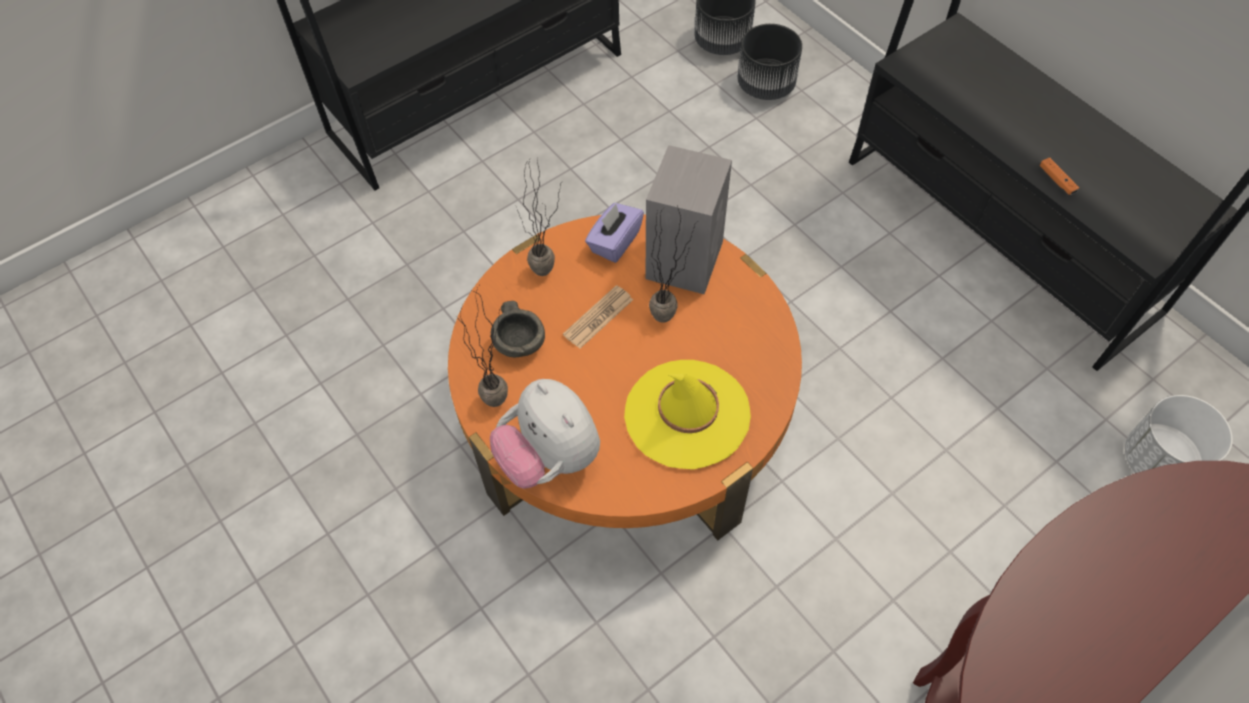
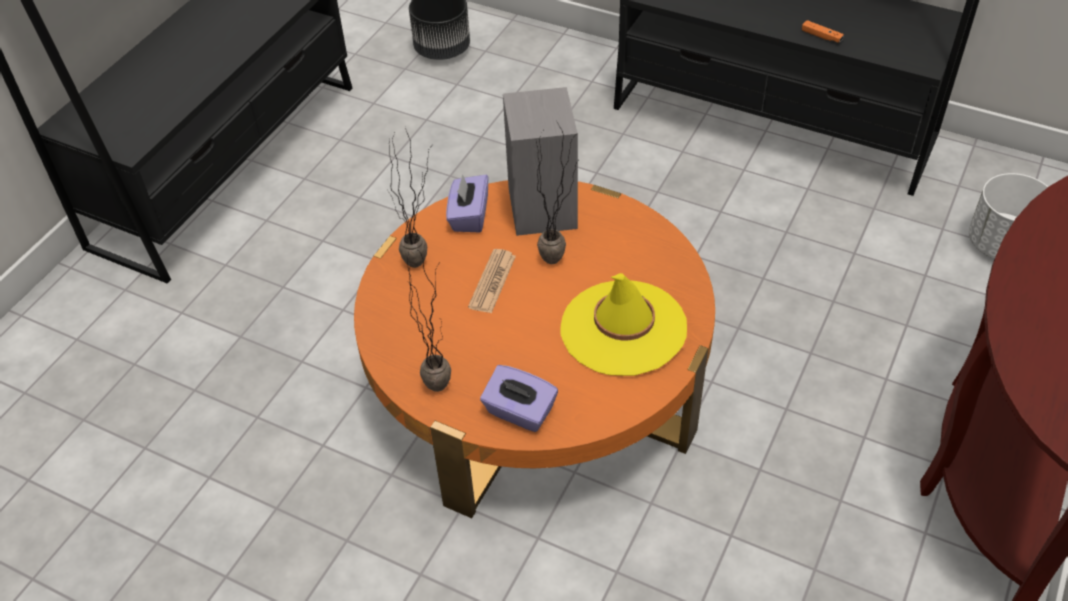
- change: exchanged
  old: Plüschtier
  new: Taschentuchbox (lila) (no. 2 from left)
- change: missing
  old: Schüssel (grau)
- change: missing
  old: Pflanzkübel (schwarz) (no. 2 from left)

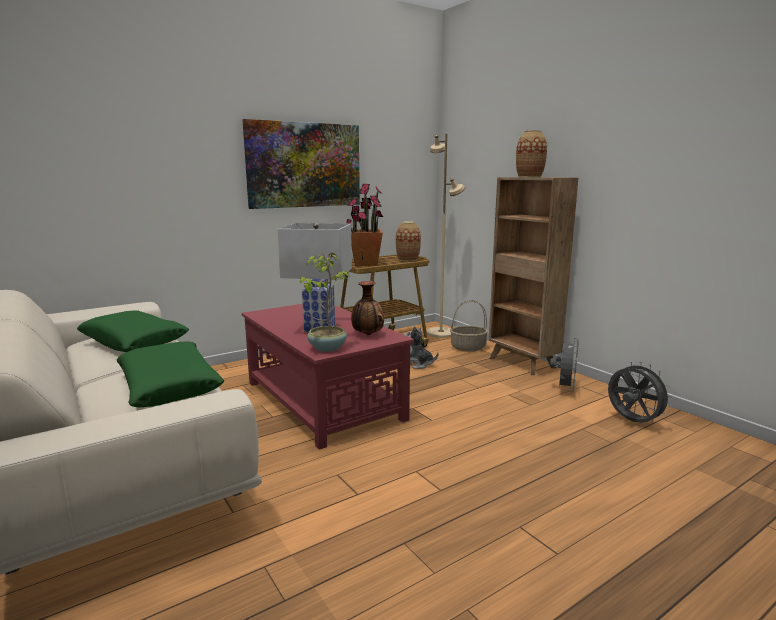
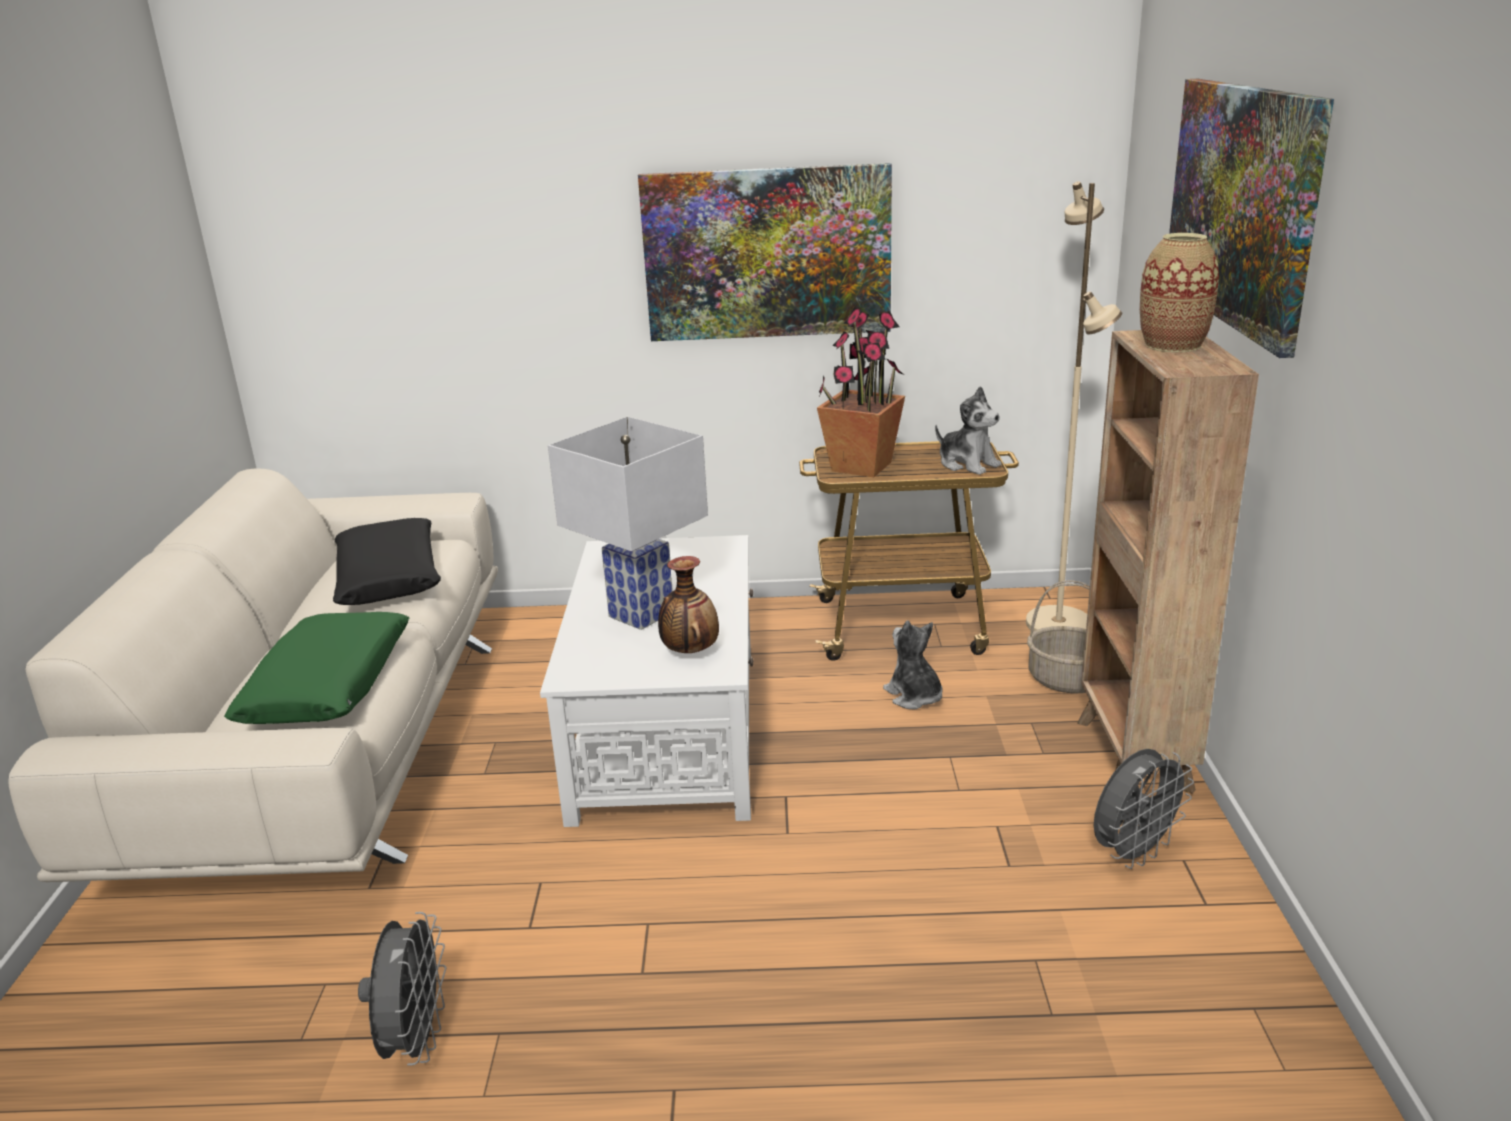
- change: colour
  old: Kissen (grün) (no. 1 from left)
  new: Kissen (schwarz)
- change: colour
  old: Couchtisch (rot)
  new: Couchtisch (weiß)
- change: missing
  old: Topfpflanze (no. 1 from left)
- change: exchanged
  old: Vase (no. 2 from left)
  new: Plüschtier (no. 2 from left)
- change: relocated
  old: Ventilator (grau) (no. 2 from left in the first image)
  new: Ventilator (grau) (no. 1 from left)
- change: appeared
  new: Bild (no. 2 from left)

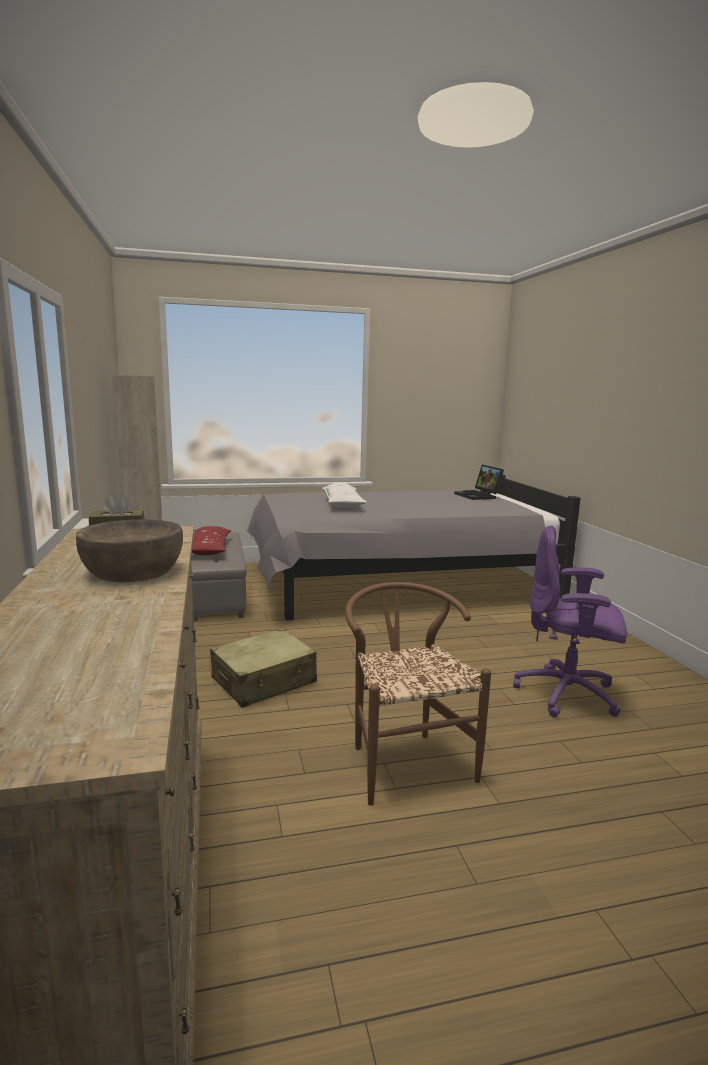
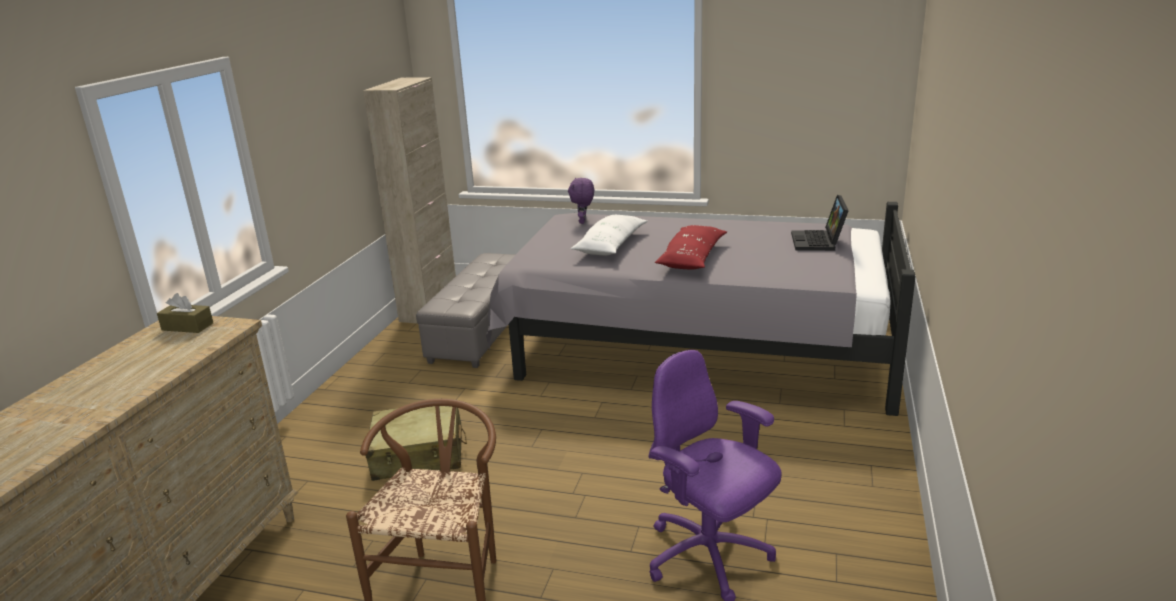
- change: missing
  old: Schüssel (braun)
- change: relocated
  old: Kissen (rot)
- change: appeared
  new: Plüschtier (lila)

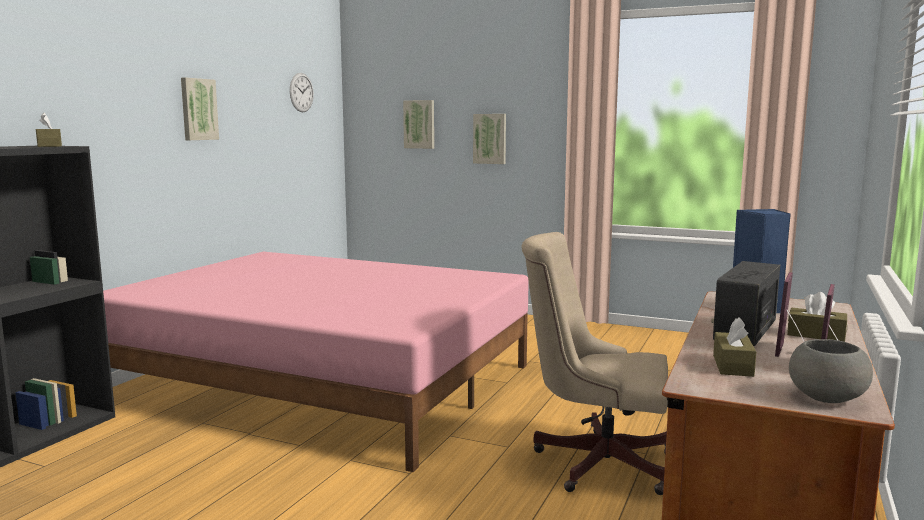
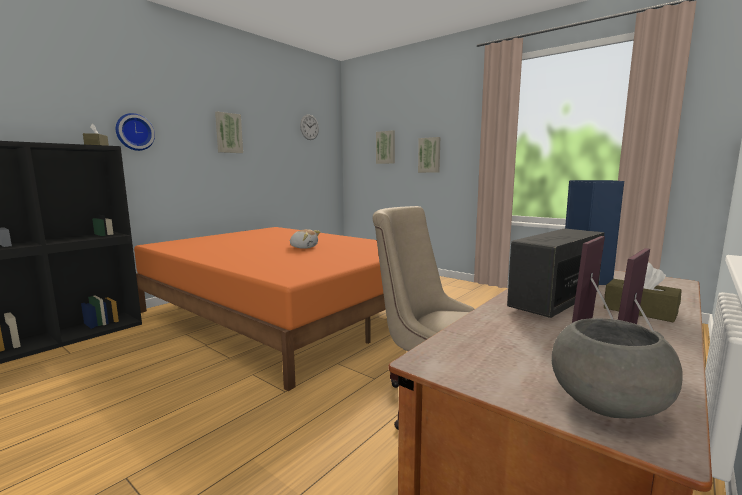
- change: colour
  old: Bett (rosa)
  new: Bett (orange)
- change: missing
  old: Taschentuchbox (braun) (no. 2 from left)
- change: appeared
  new: Wanduhr (no. 1 from left)
- change: appeared
  new: Plüschtier

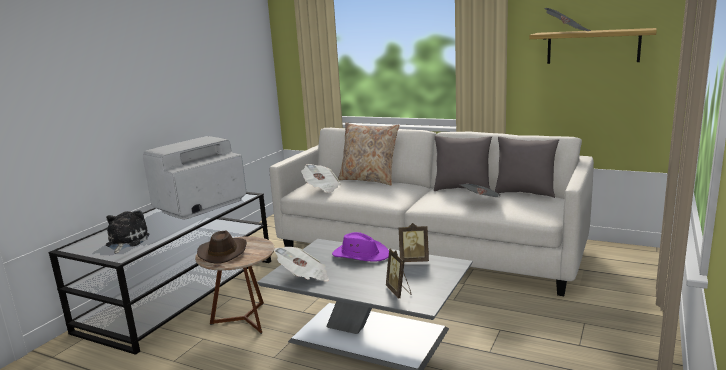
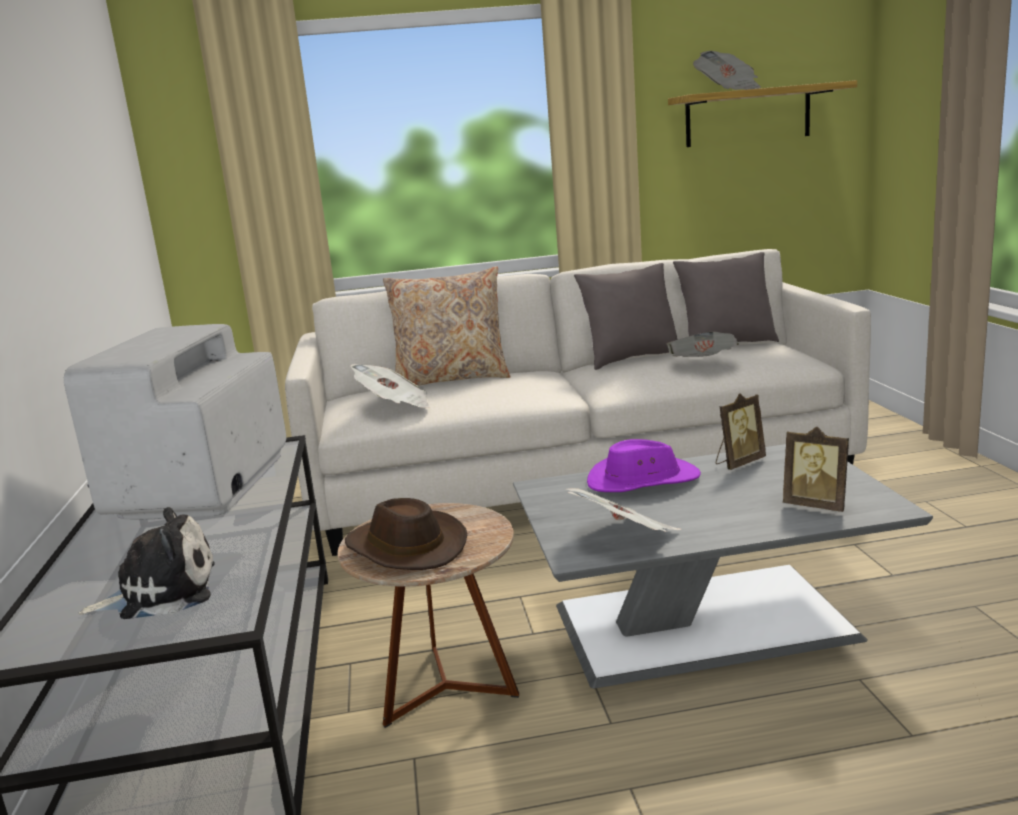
- change: spun
  old: Plüschtier
  degrees: 105

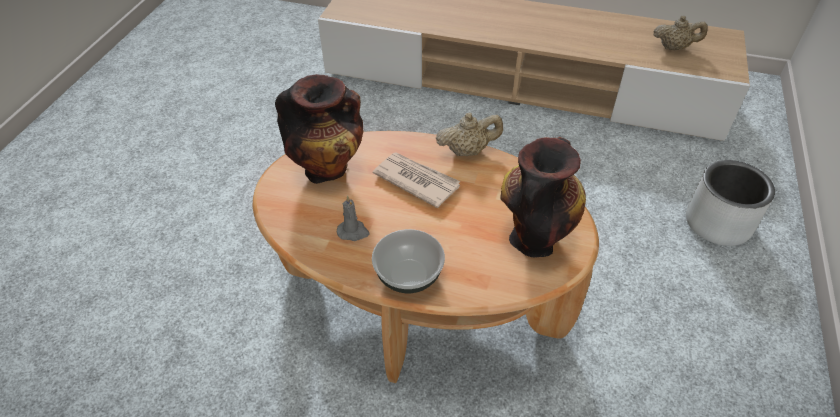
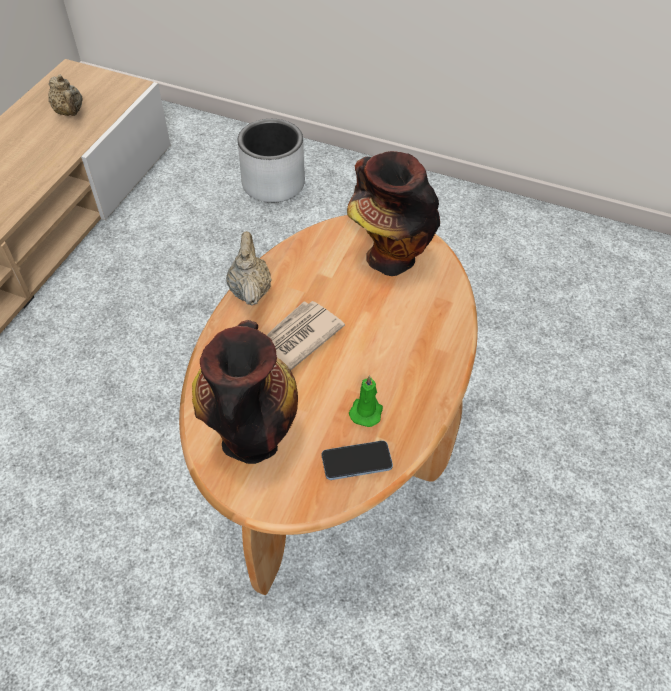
- change: colour
  old: Kerze (grau)
  new: Kerze (grün)
- change: missing
  old: Schüssel
- change: spun
  old: Teekanne (beige) (no. 2 from left in the first image)
  degrees: 135
- change: appeared
  new: Handy

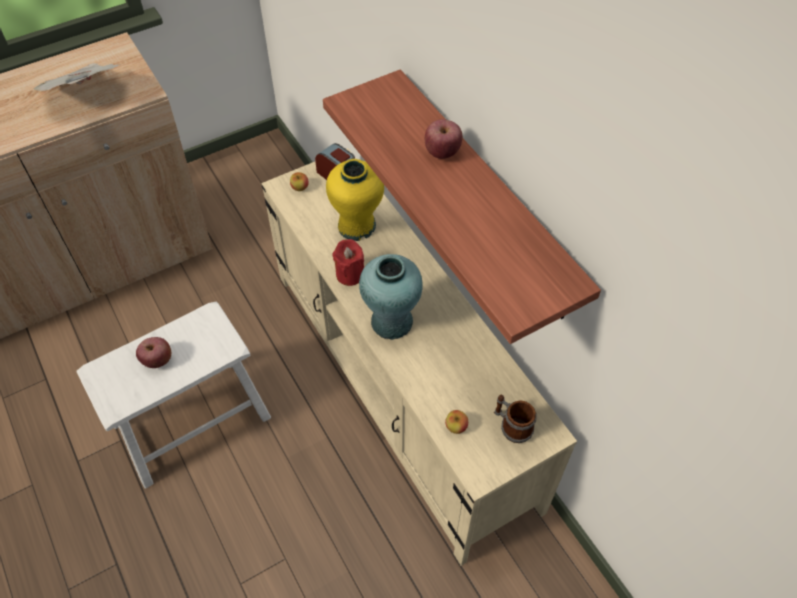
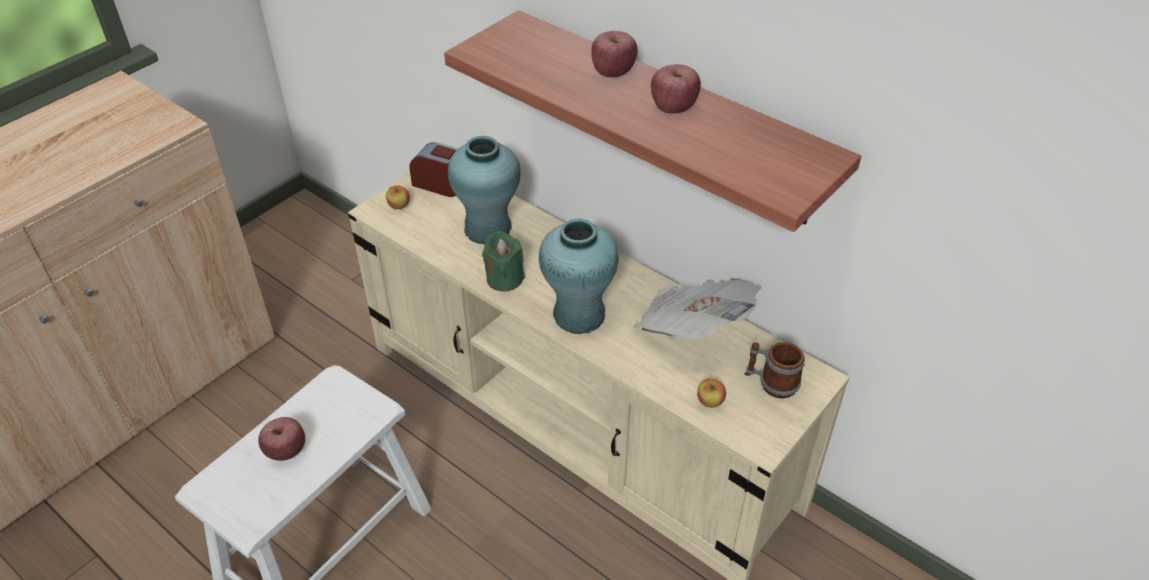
- change: relocated
  old: Zeitung
- change: colour
  old: Vase (gelb)
  new: Vase (türkis) (no. 1 from left)
- change: colour
  old: Kerze (rot)
  new: Kerze (grün)
- change: appeared
  new: Apfel (no. 4 from left)

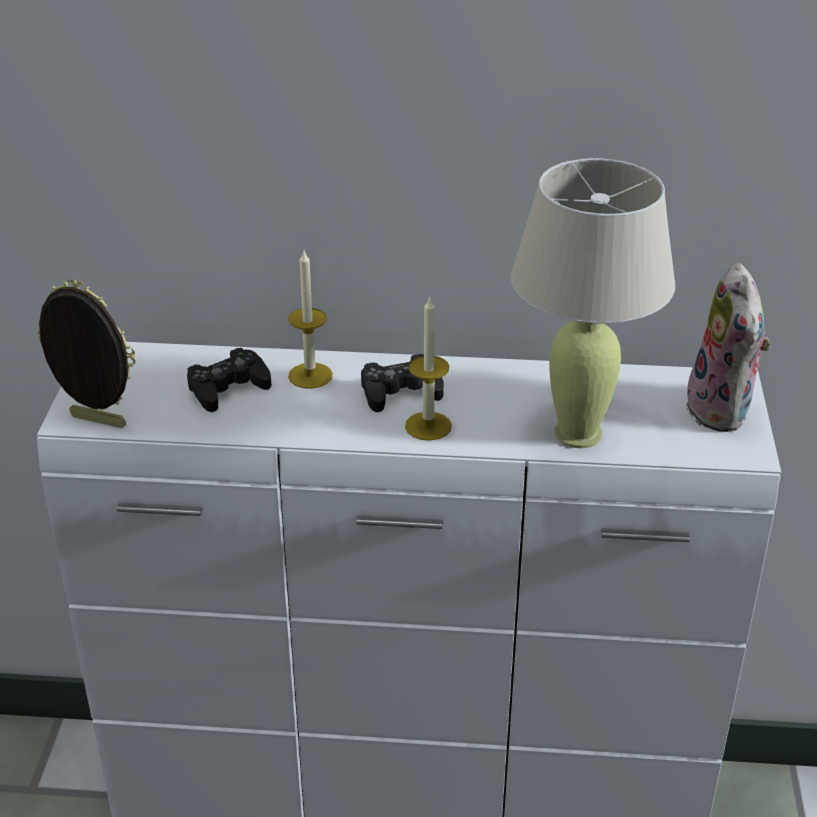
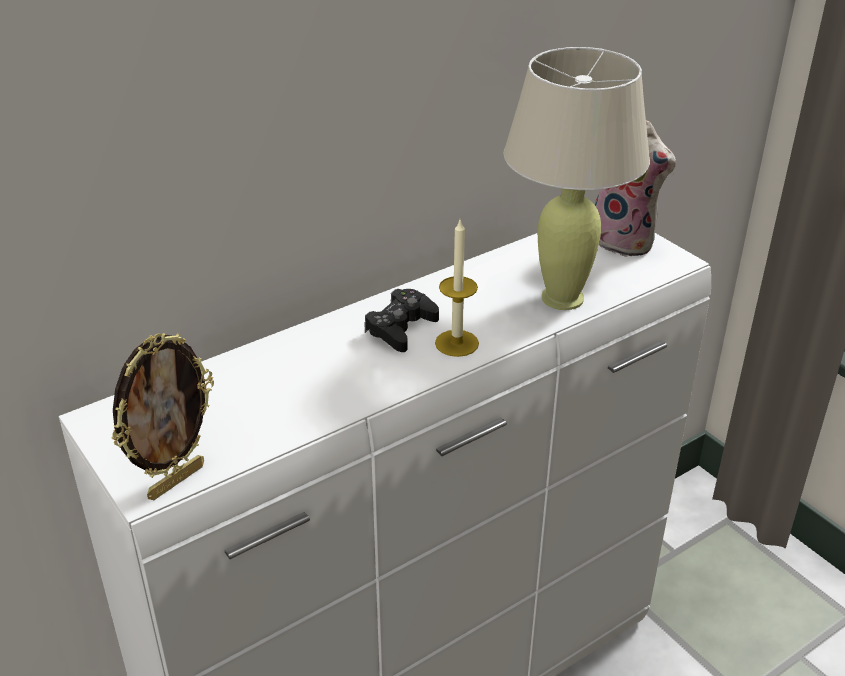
- change: spun
  old: Bilderrahmen
  degrees: 150
- change: missing
  old: Gamepad (schwarz) (no. 1 from left)
- change: missing
  old: Kerze (no. 1 from left)

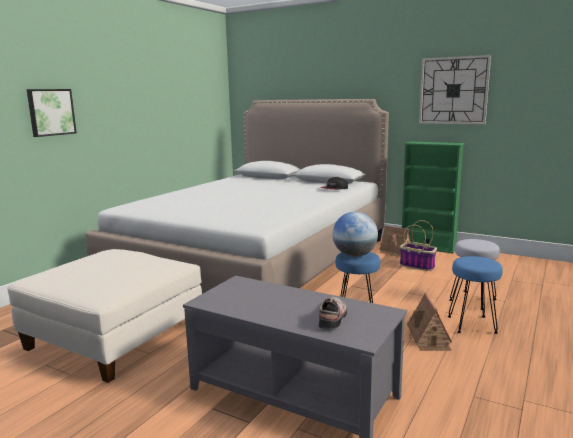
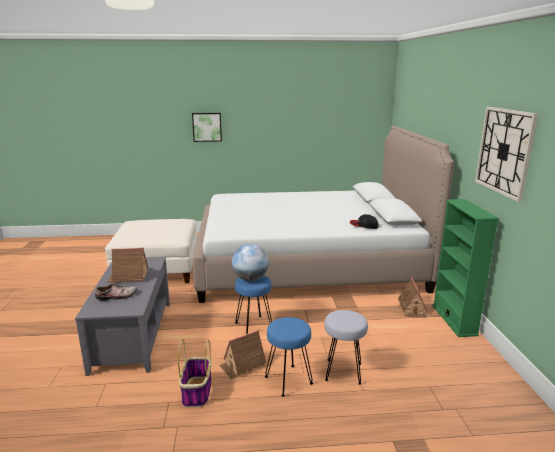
- change: relocated
  old: Korb
- change: appeared
  new: Spielzeughaus (no. 1 from left)

